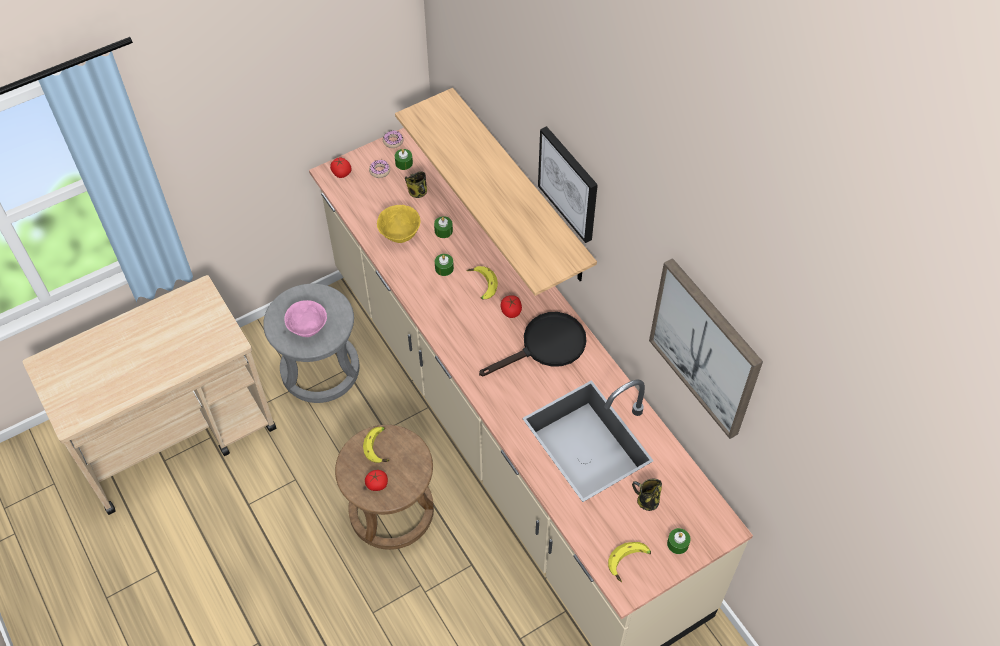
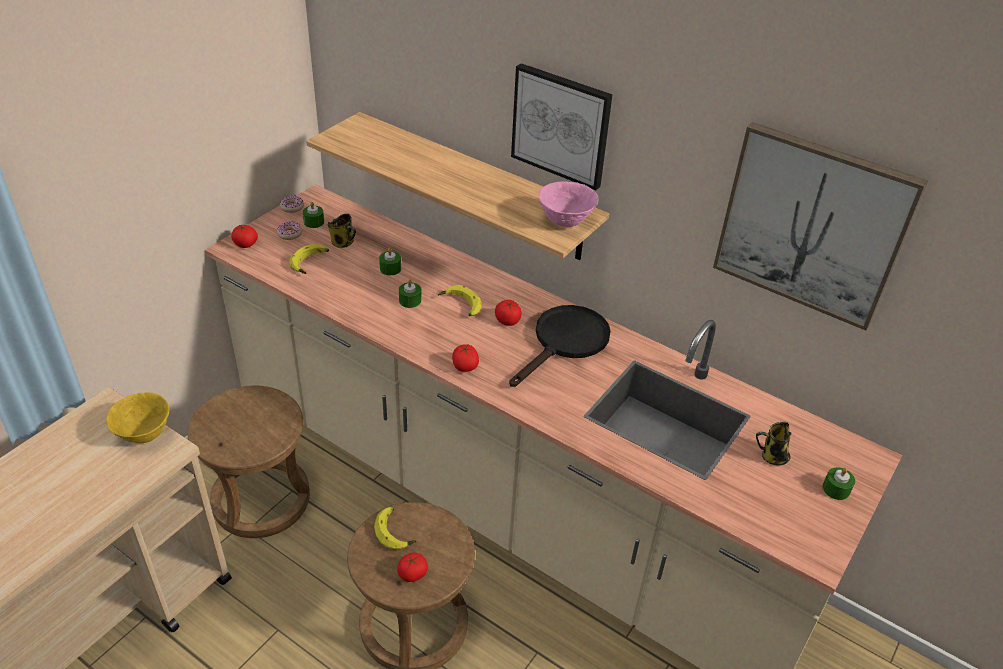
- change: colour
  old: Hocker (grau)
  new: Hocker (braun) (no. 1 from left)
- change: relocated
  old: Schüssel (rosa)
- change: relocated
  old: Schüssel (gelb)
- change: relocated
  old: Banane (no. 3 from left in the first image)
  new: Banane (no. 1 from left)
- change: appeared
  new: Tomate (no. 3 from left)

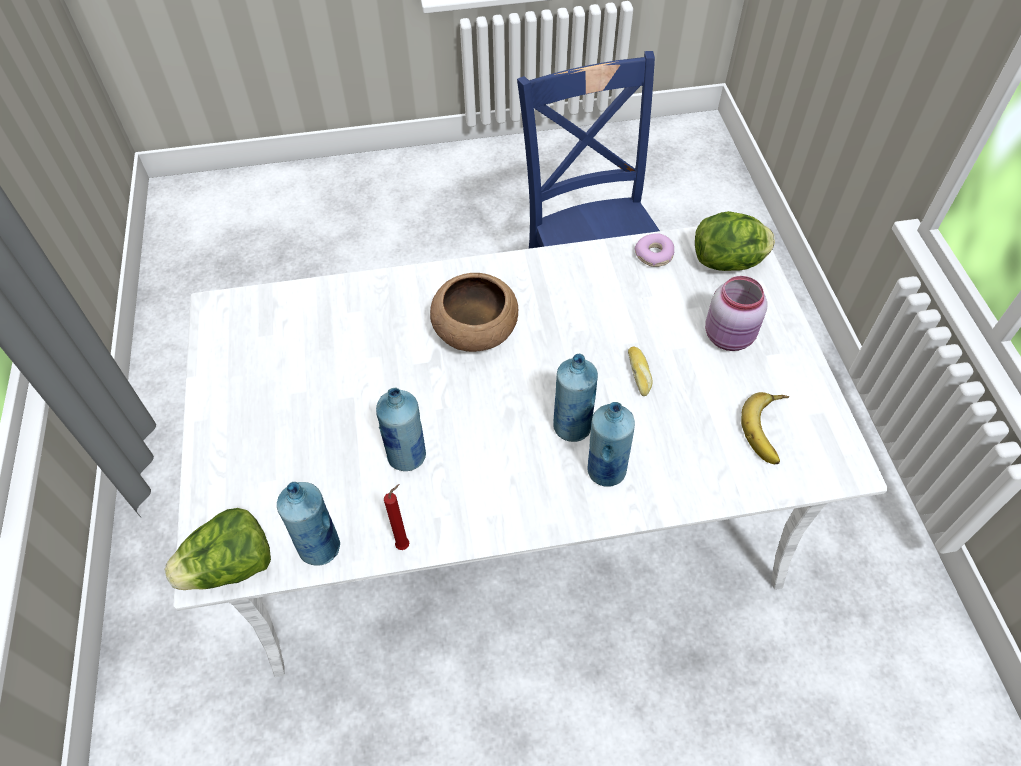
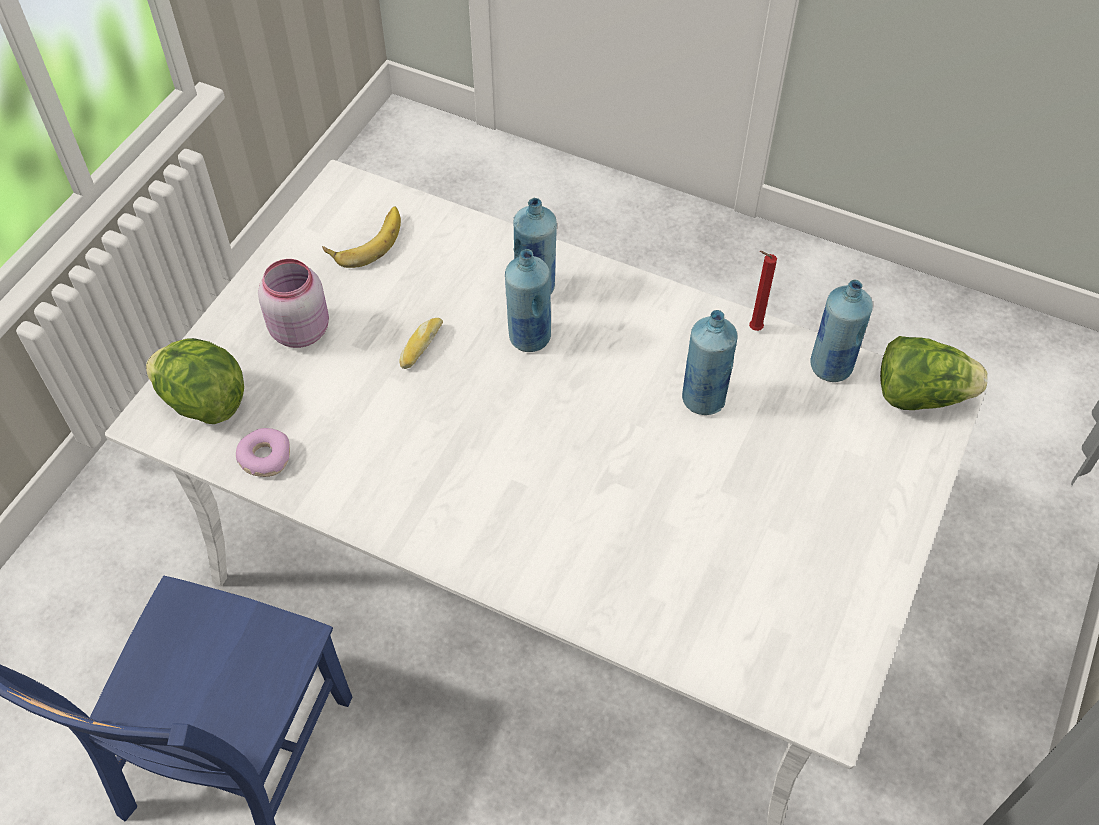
- change: missing
  old: Schüssel (braun)

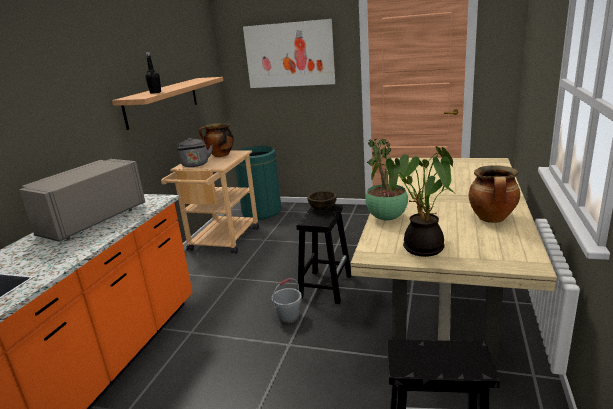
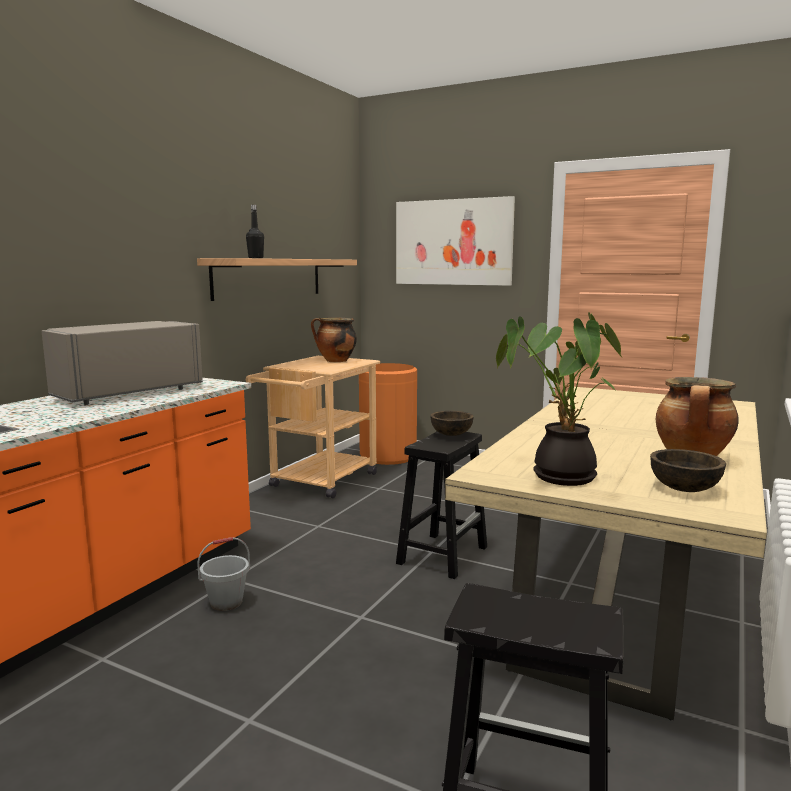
- change: missing
  old: Wasserkessel (grau)
- change: colour
  old: Mülleimer (grün)
  new: Mülleimer (orange)
- change: relocated
  old: Eimer (grau)
- change: missing
  old: Topfpflanze (no. 1 from left)
- change: appeared
  new: Schüssel (braun) (no. 2 from left)

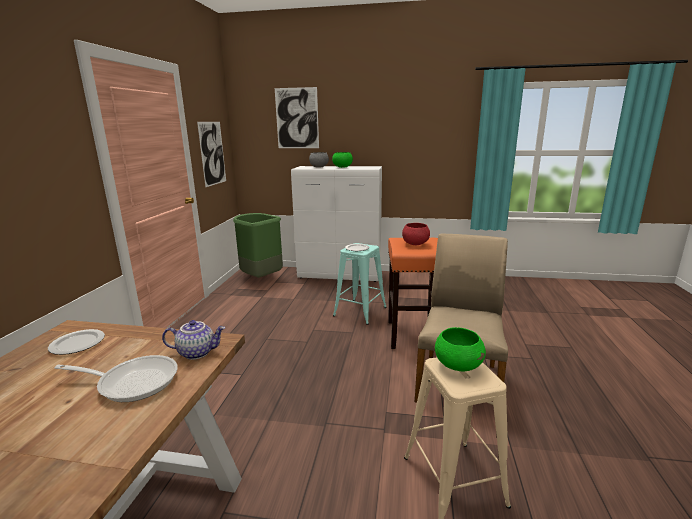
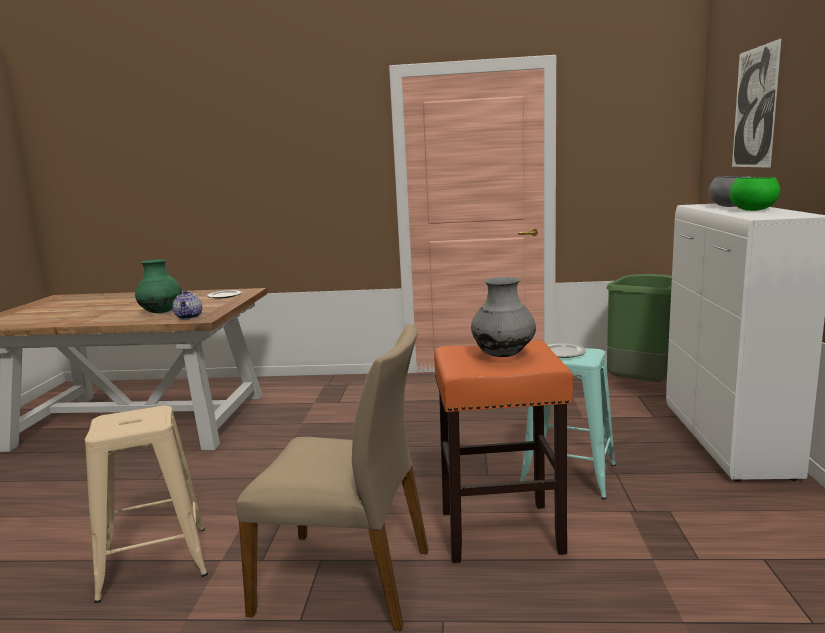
- change: exchanged
  old: Pfanne
  new: Vase (grün)
- change: missing
  old: Bild (no. 1 from left)
- change: exchanged
  old: Schüssel (rot)
  new: Vase (grau)
- change: missing
  old: Schüssel (grün) (no. 2 from left)

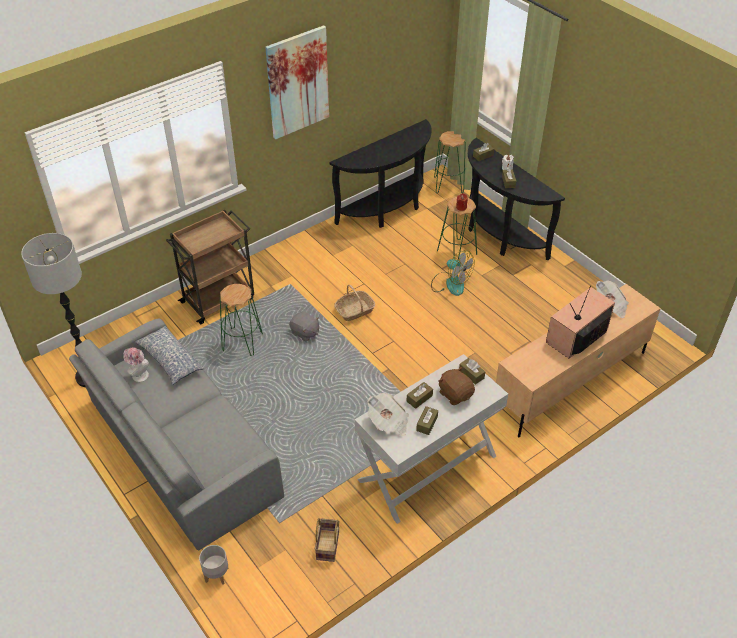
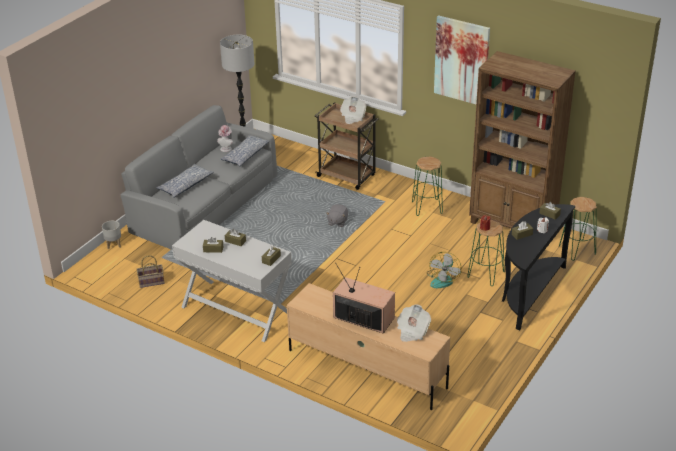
- change: relocated
  old: Hocker (grün) (no. 1 from left)
- change: exchanged
  old: Konsolentisch (schwarz) (no. 1 from left)
  new: Bücherregal (braun)
- change: missing
  old: Korb (no. 2 from left)
- change: relocated
  old: Zeitung (no. 1 from left)
- change: missing
  old: Plüschtier (braun)
- change: appeared
  new: Kissen (no. 1 from left)

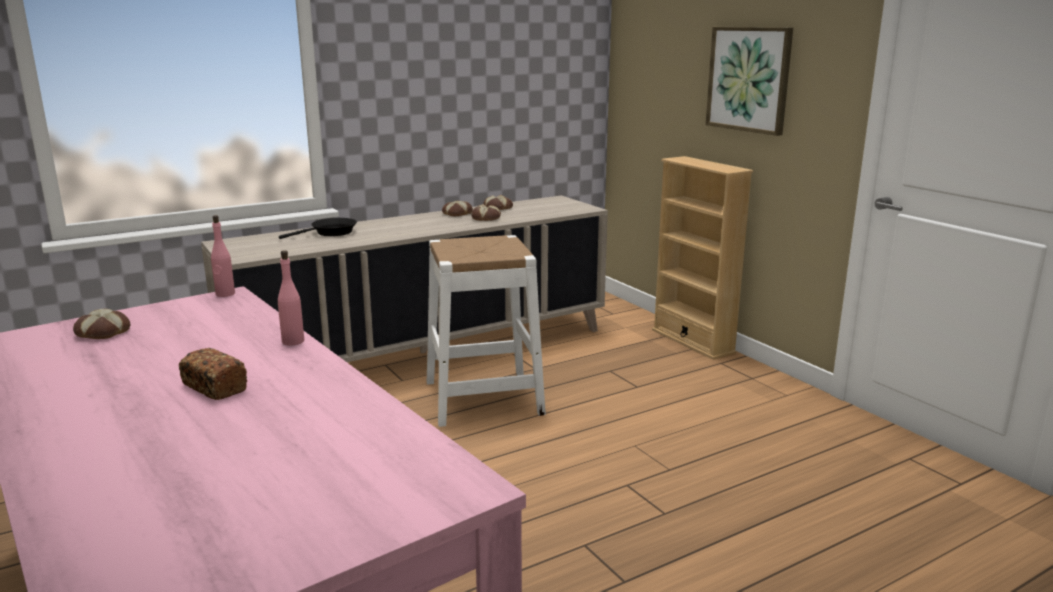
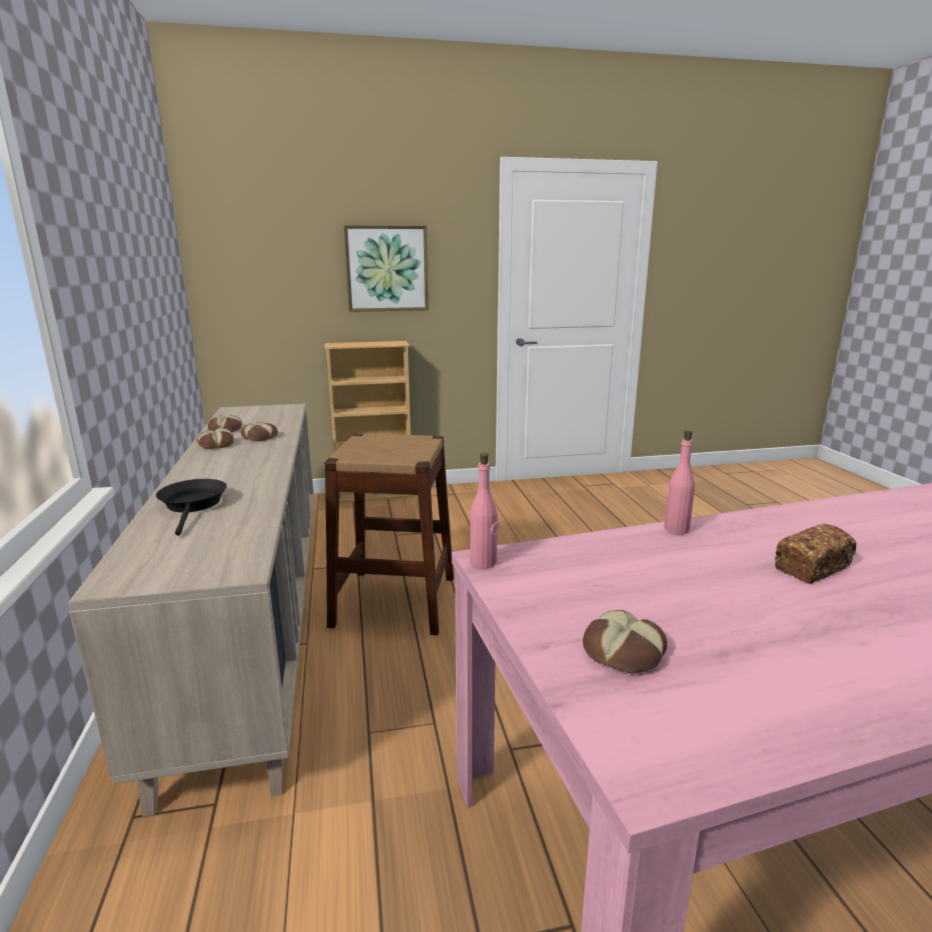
- change: colour
  old: Hocker (weiß)
  new: Hocker (braun)

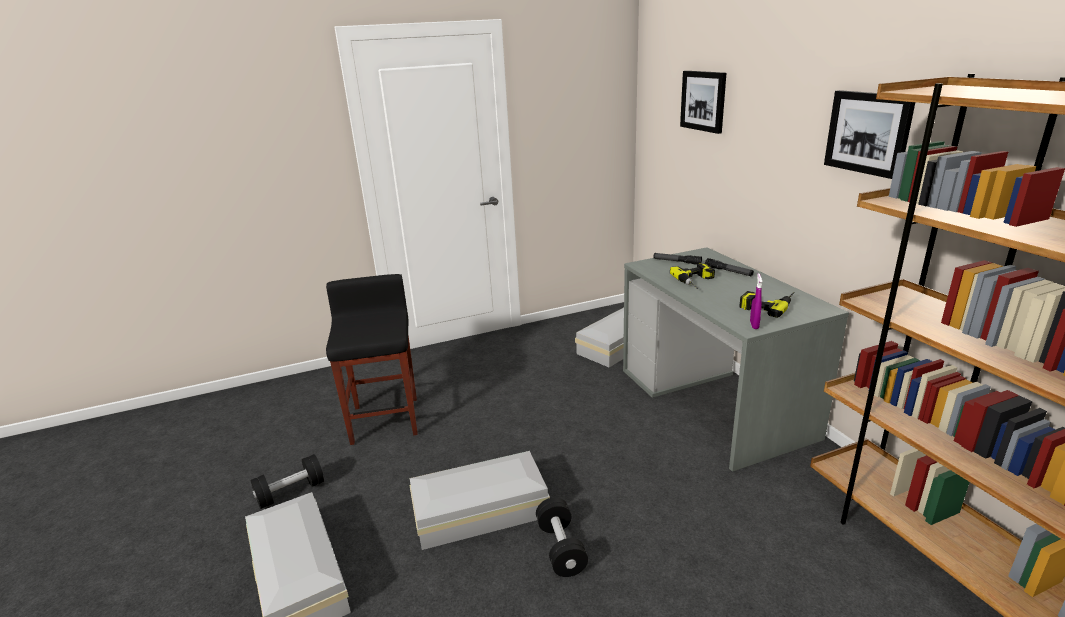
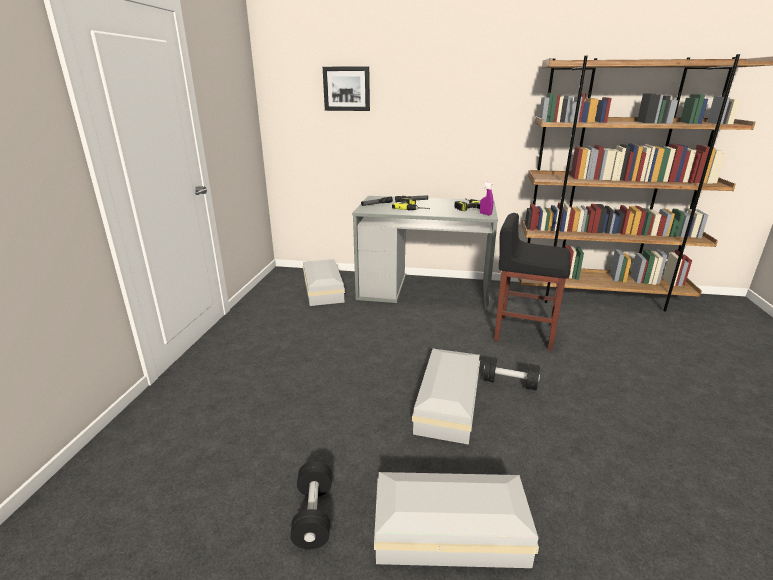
- change: relocated
  old: Hocker (schwarz)
- change: missing
  old: Bild (no. 2 from left)

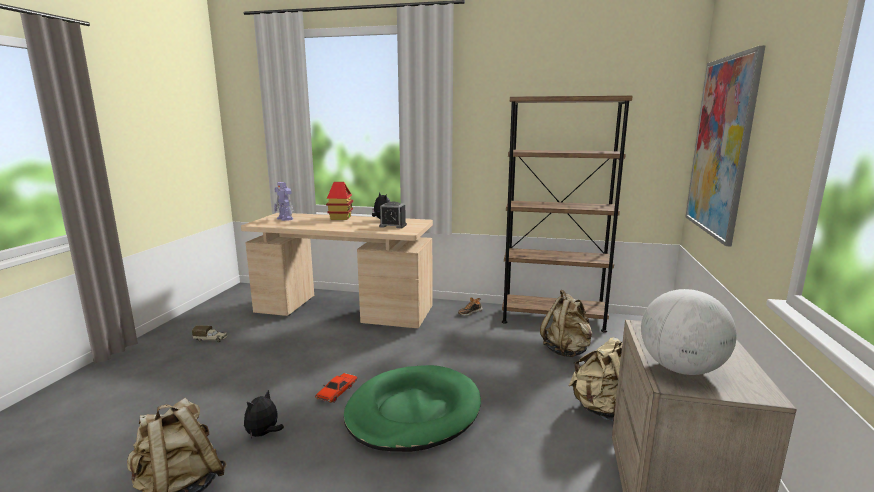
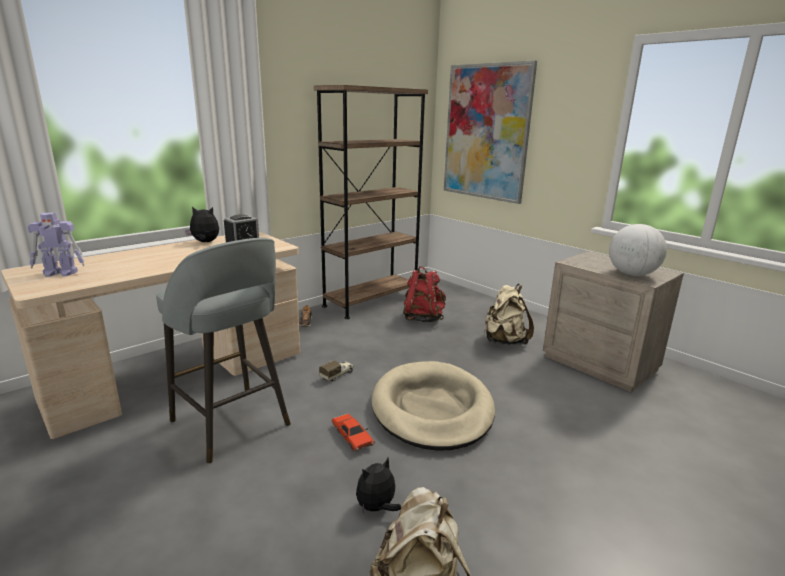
- change: relocated
  old: Spielzeuglaster
- change: spun
  old: Plüschtier (no. 1 from left in the first image)
  degrees: 75
- change: missing
  old: Spielzeughaus
- change: colour
  old: Hundebett (grün)
  new: Hundebett (beige)
- change: colour
  old: Rucksack (beige) (no. 2 from left)
  new: Rucksack (rot)
- change: appeared
  new: Hocker (grau)

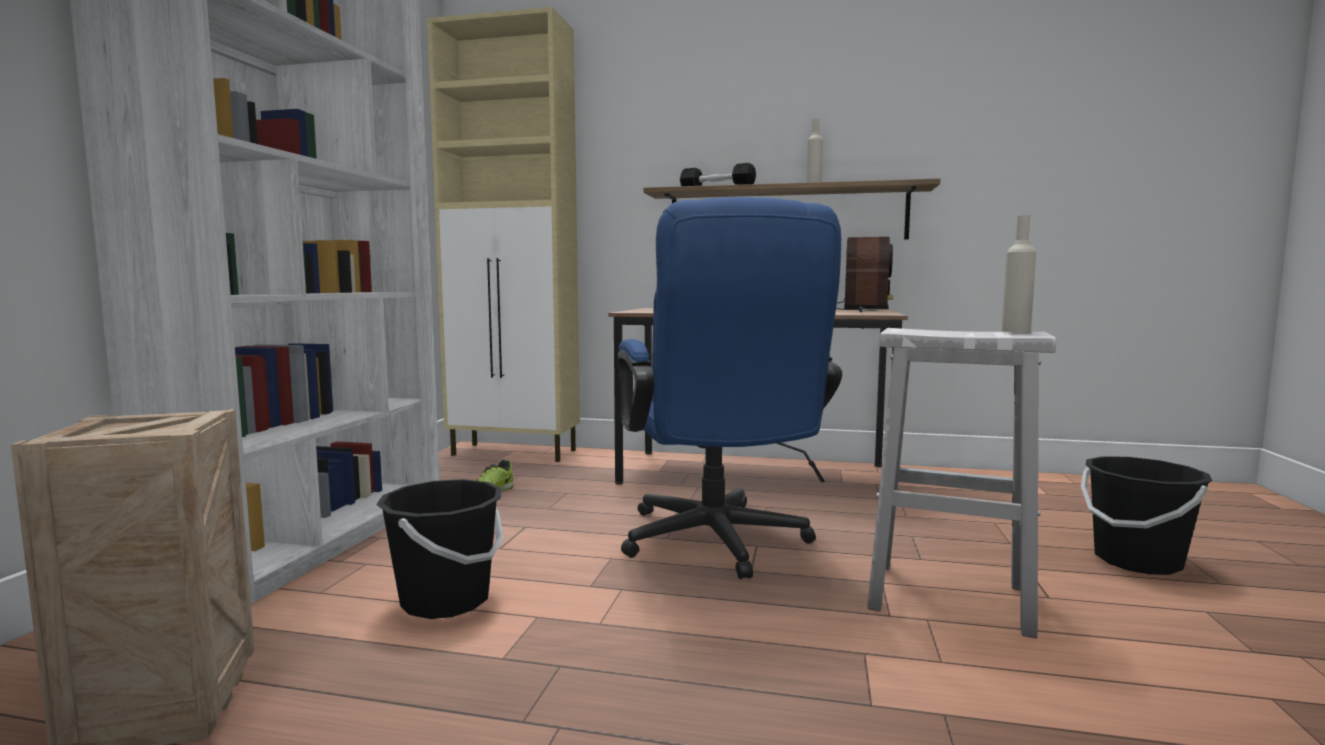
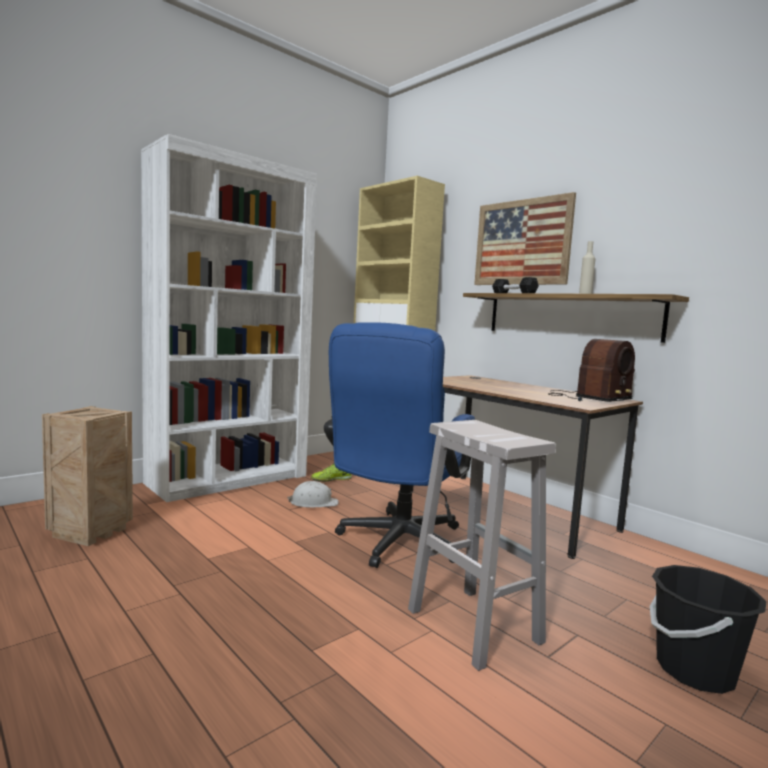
- change: missing
  old: Eimer (schwarz) (no. 1 from left)
- change: missing
  old: Flasche (beige) (no. 2 from left)
- change: appeared
  new: Schutzhelm (weiß)
- change: appeared
  new: Bild

